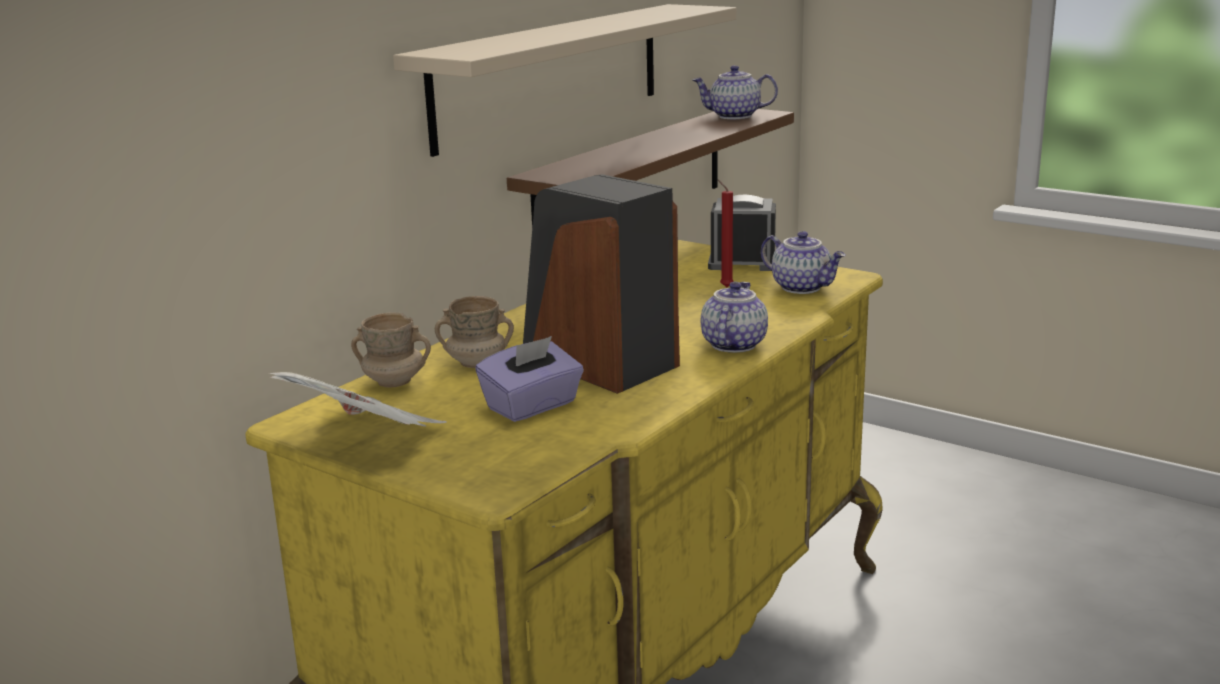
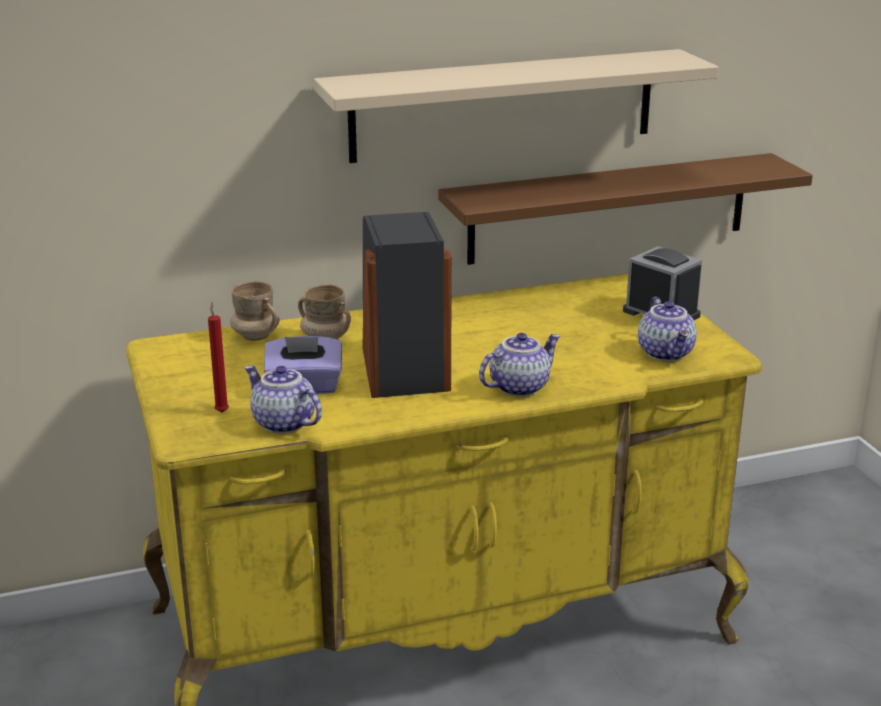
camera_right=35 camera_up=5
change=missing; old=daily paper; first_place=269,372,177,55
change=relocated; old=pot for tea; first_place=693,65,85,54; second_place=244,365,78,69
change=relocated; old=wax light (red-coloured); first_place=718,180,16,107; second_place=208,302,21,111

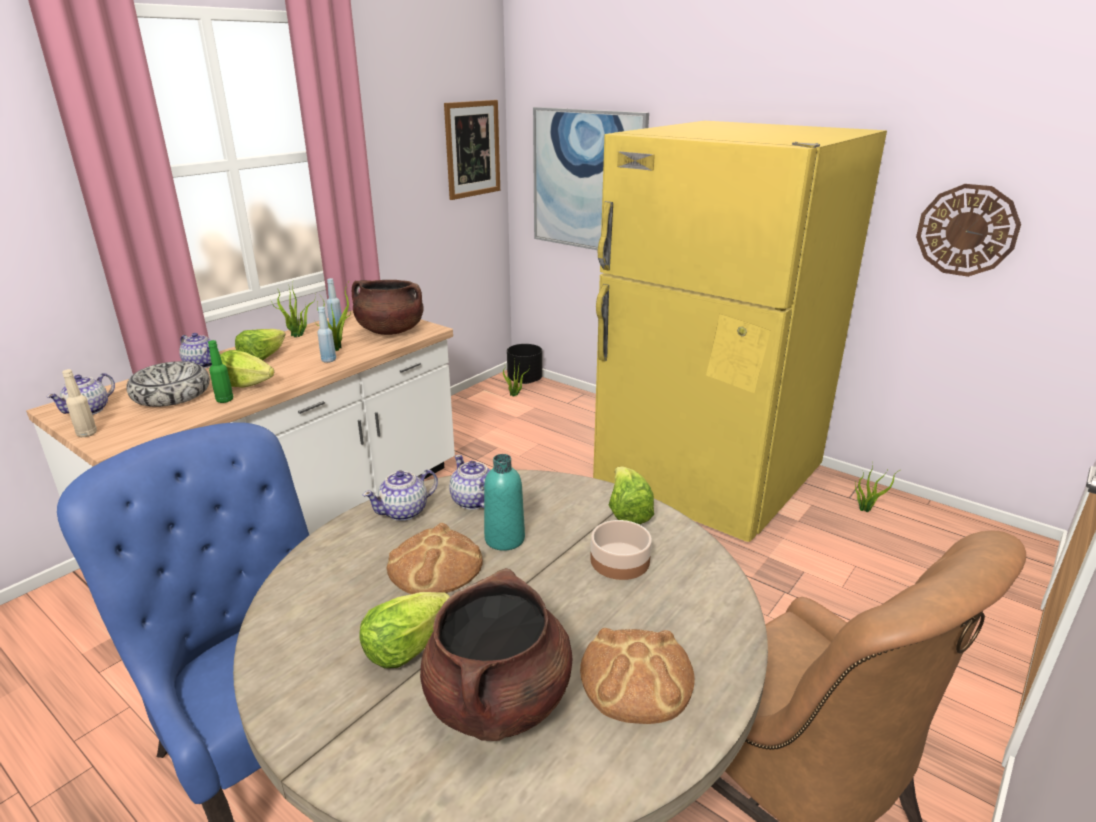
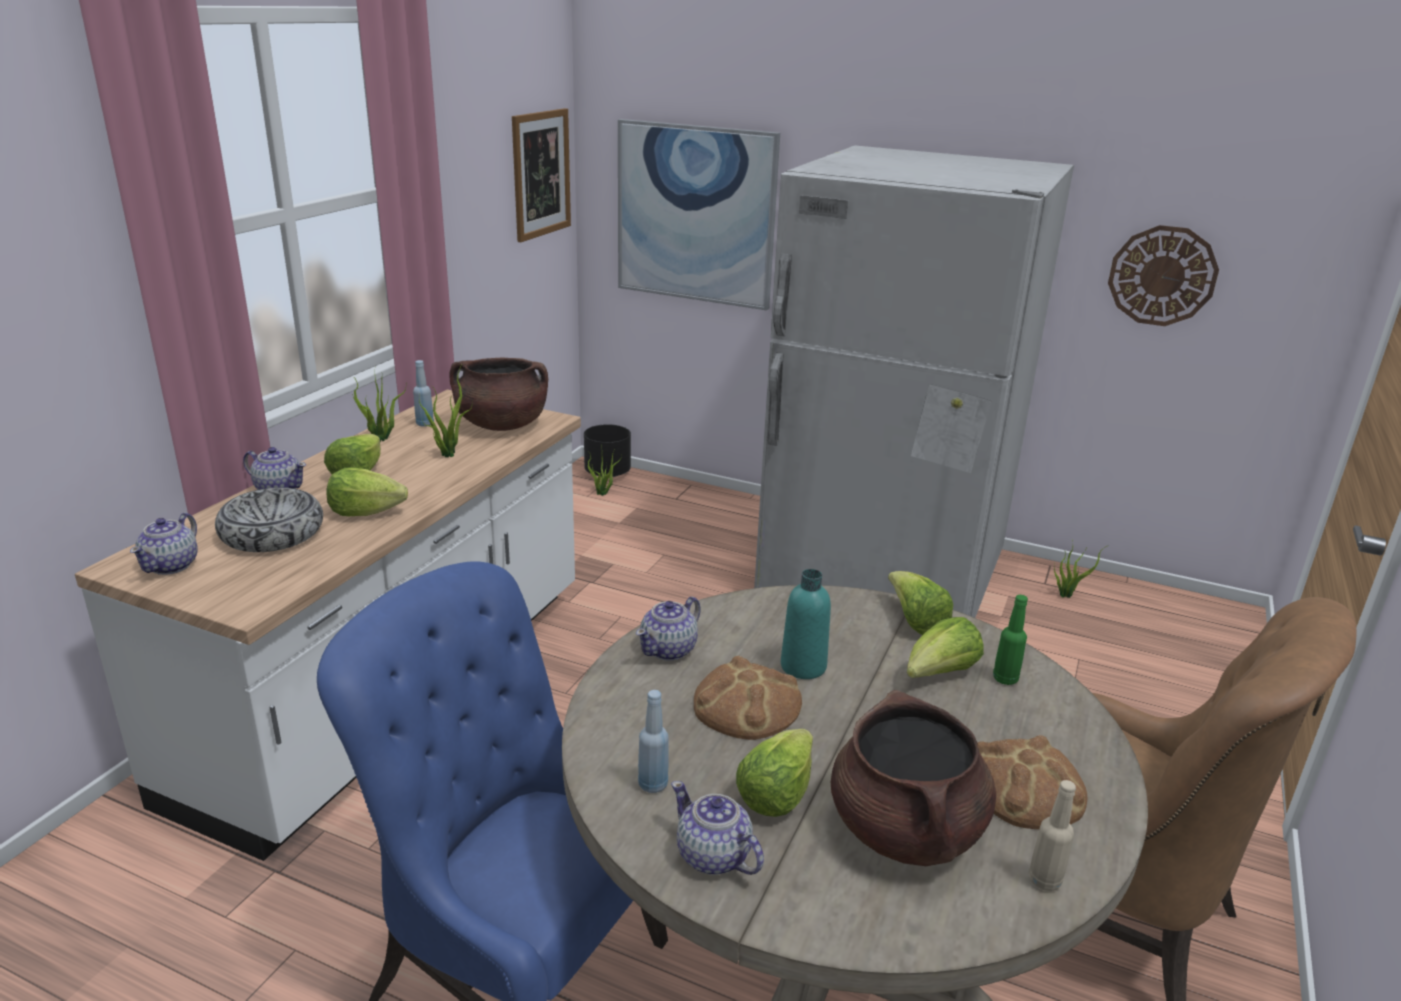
camera_right=-15 camera_up=0
change=relocated; old=drink bottle (beige-coloured); first_place=62,369,35,68; second_place=1028,780,48,111
change=relocated; old=drink bottle (green-coloured); first_place=208,340,25,63; second_place=993,595,35,90
change=relocated; old=drink bottle (bluish); first_place=317,307,19,56; second_place=638,690,31,103
change=relocated; old=pot for tea; first_place=449,455,41,55; second_place=671,781,93,94
change=exchanged; old=bowl; new=head of lettuce; first_place=590,520,62,60; second_place=907,617,77,61
change=colour; old=fridge (yellow); new=fridge (whitish); first_place=593,121,294,421; second_place=754,145,320,473

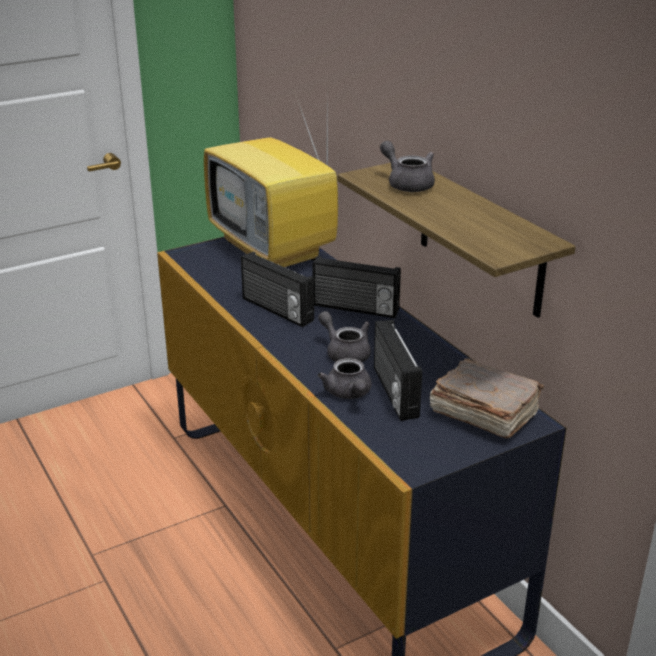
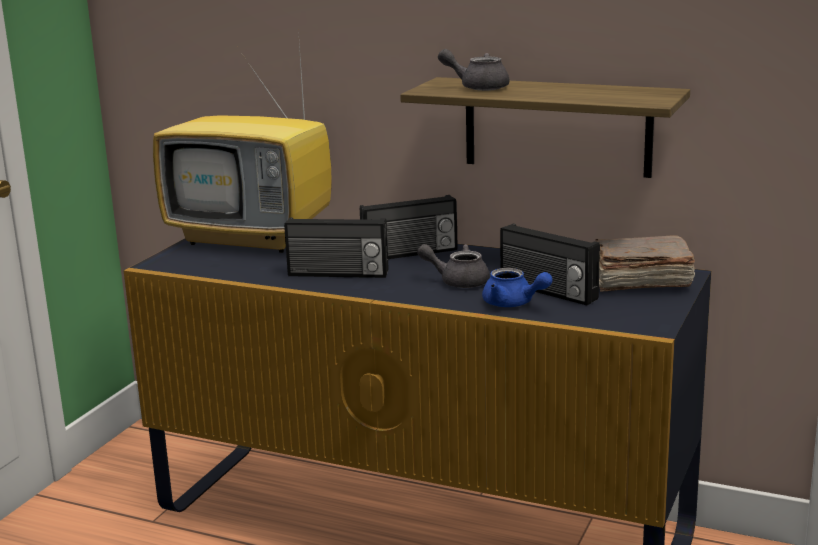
camera_right=-35 camera_up=-10
change=colour; old=pot for tea (greyish); new=pot for tea (bluish); first_place=318,358,54,41; second_place=482,268,71,39

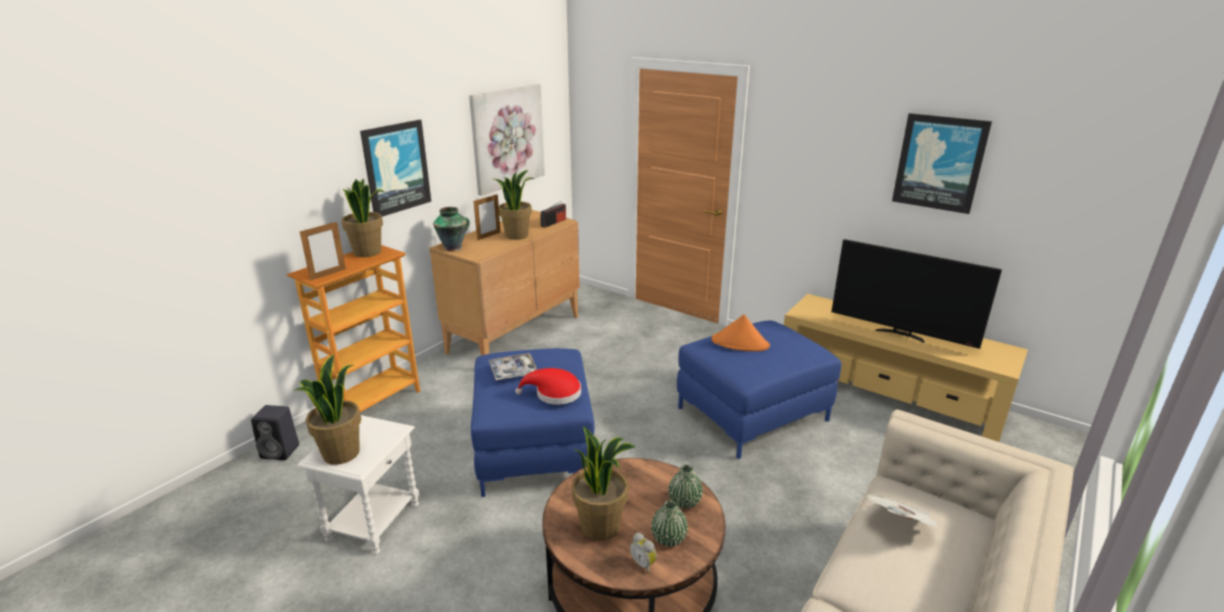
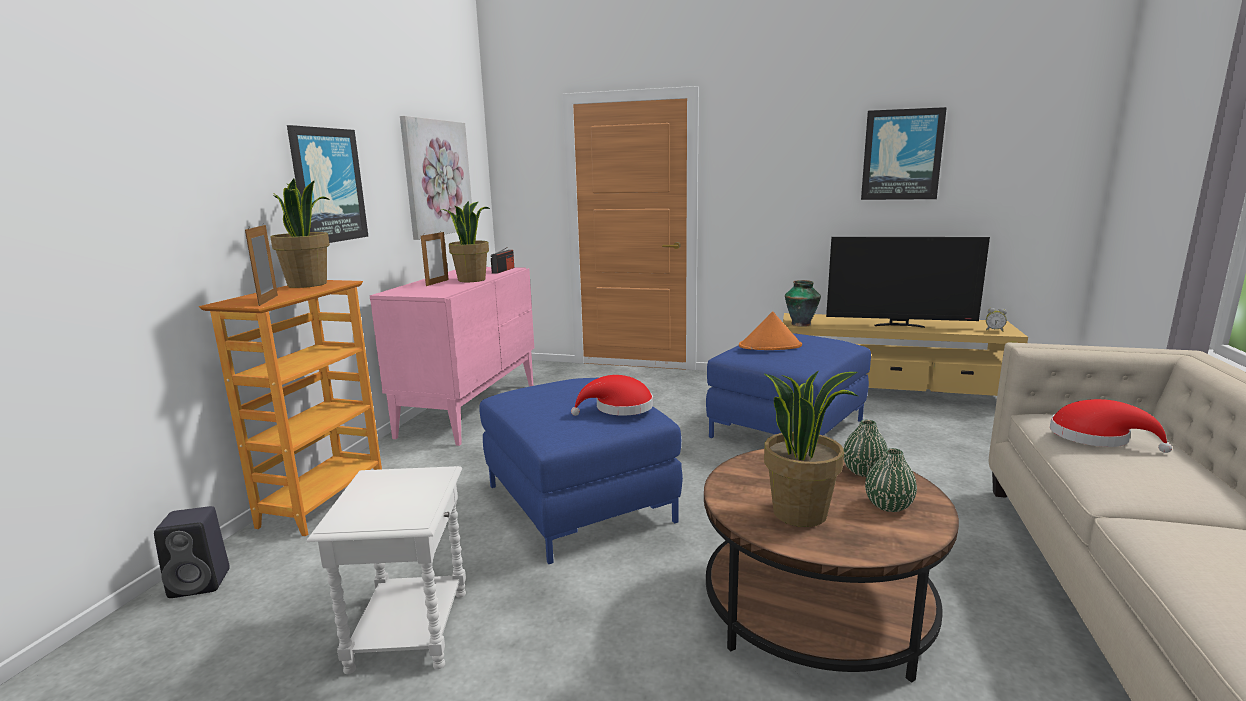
camera_right=-20 camera_up=-10
change=missing; old=houseplant; first_place=295,355,66,110
change=missing; old=tray; first_place=489,353,48,27
change=relocated; old=flower vase; first_place=433,207,37,45; second_place=785,280,36,47
change=relocated; old=alarm clock; first_place=630,533,27,40; second_place=986,308,21,24
change=exchanged; old=daily paper; new=wearable hat (red-coloured); first_place=867,494,74,34; second_place=1050,399,122,54
change=colour; old=cabinet (brownish); new=cabinet (pink); first_place=429,210,151,146; second_place=370,267,164,179
change=spun; old=picture frame; first_place=300,221,46,60; second_place=245,223,33,83; degrees=150

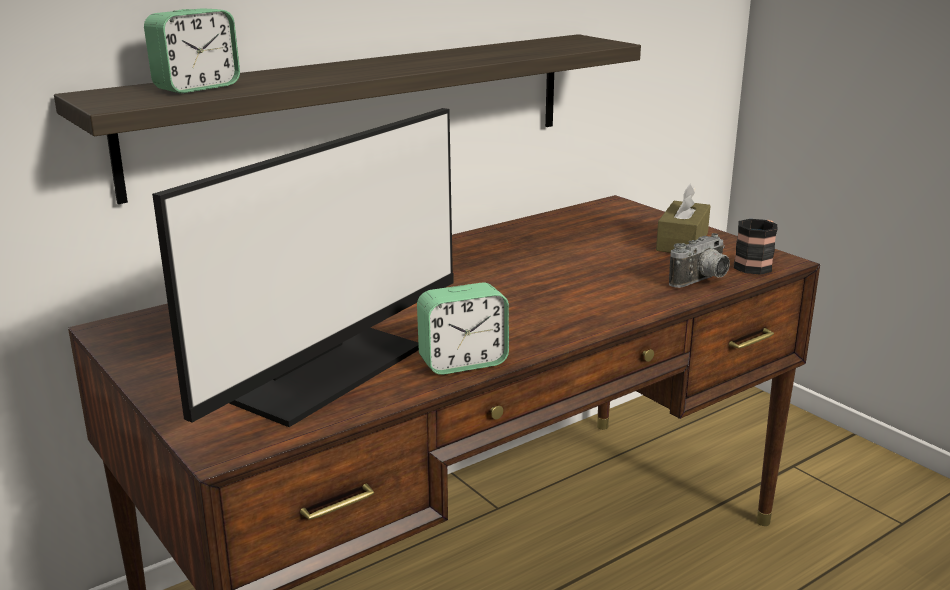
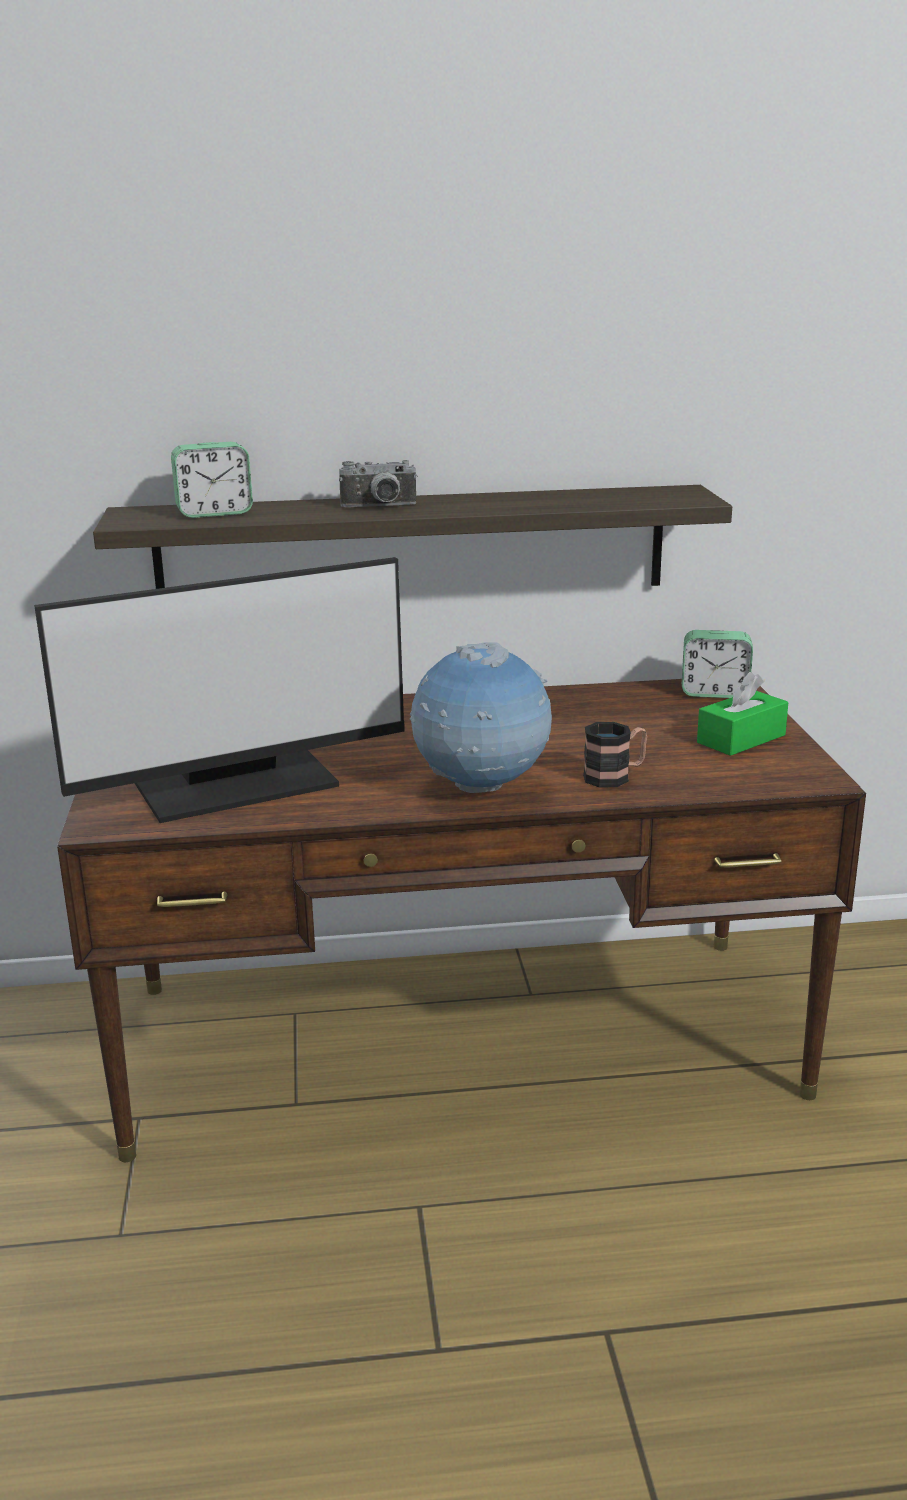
camera_right=30 camera_up=0
change=appeared; new=globe; second_place=410,642,142,151
change=relocated; old=alarm clock; first_place=417,282,92,93; second_place=682,630,71,68
change=relocated; old=photo camera; first_place=669,233,61,55; second_place=339,460,79,47
change=relocated; old=tea mug; first_place=734,219,43,56; second_place=583,722,64,66
change=colour; old=box of tissues (brownish); new=box of tissues (green-coloured); first_place=656,183,55,70; second_place=697,672,91,84

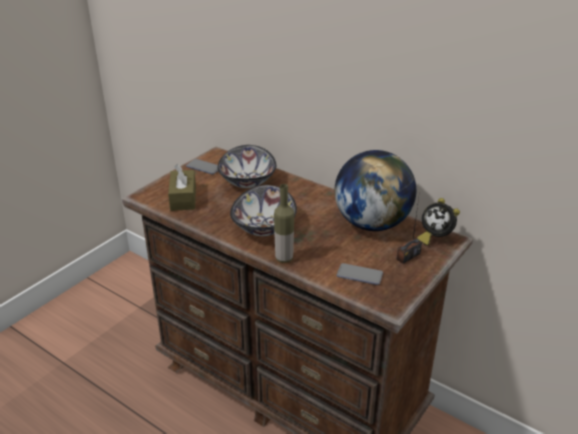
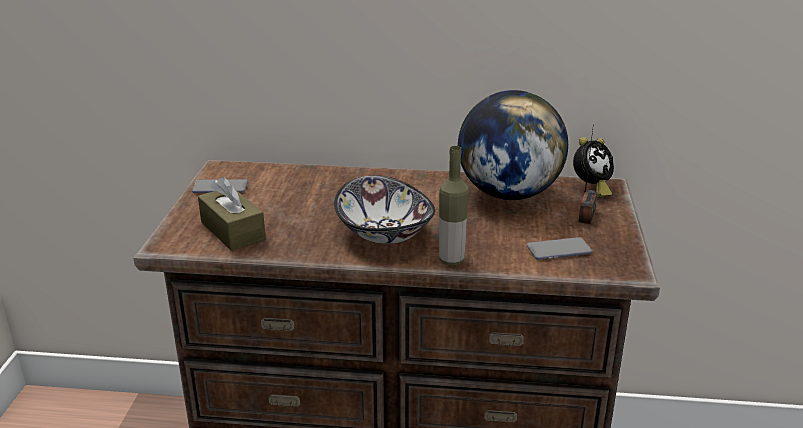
camera_right=-30 camera_up=-5
change=missing; old=bowl; first_place=217,145,59,43
change=spun; old=alarm clock; first_place=417,198,43,48; second_place=573,137,41,60; degrees=-45

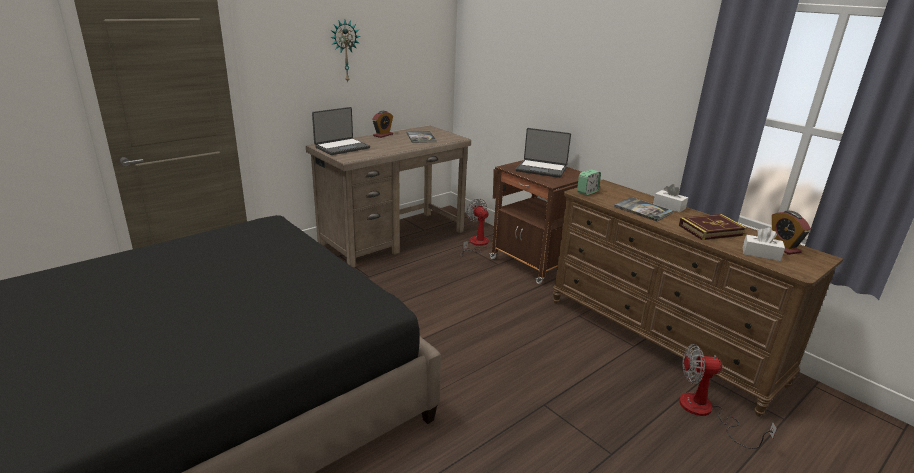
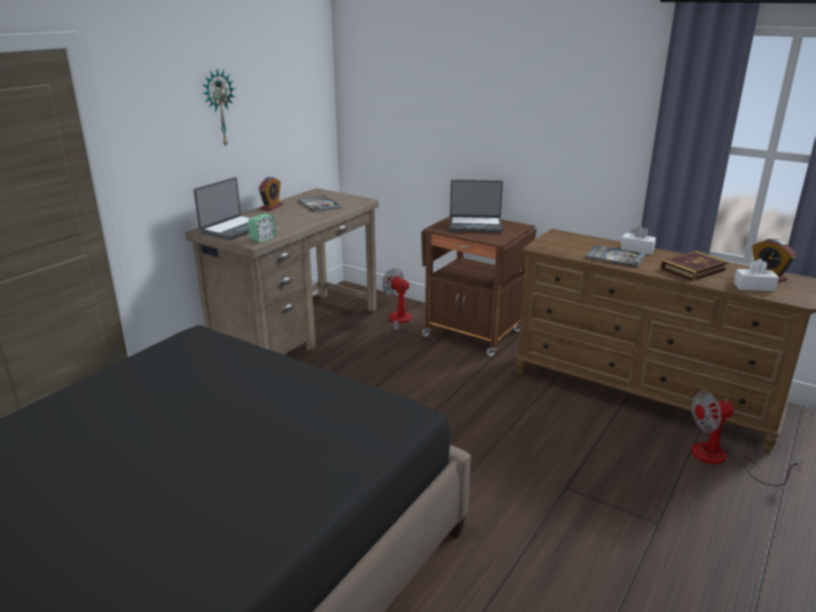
camera_right=-15 camera_up=0
change=relocated; old=alarm clock; first_place=577,169,24,26; second_place=248,214,28,29

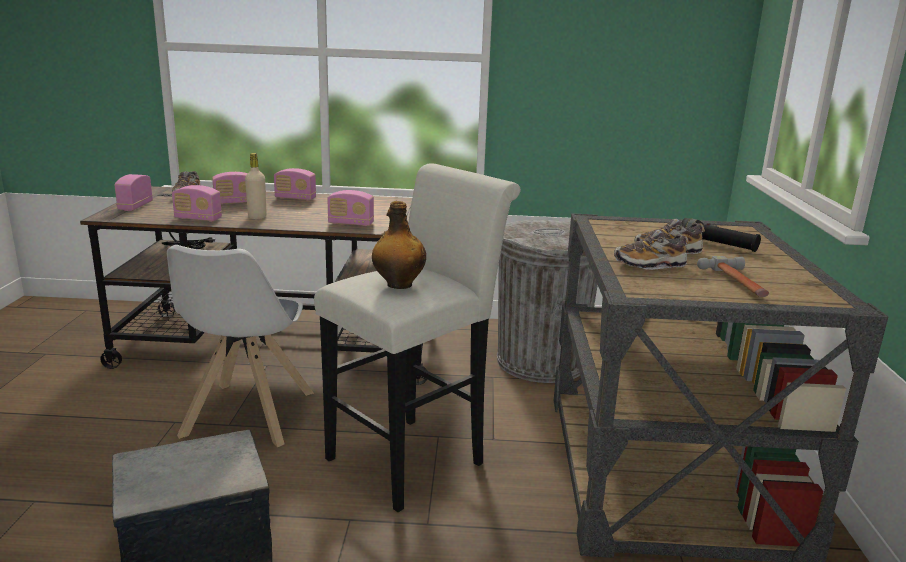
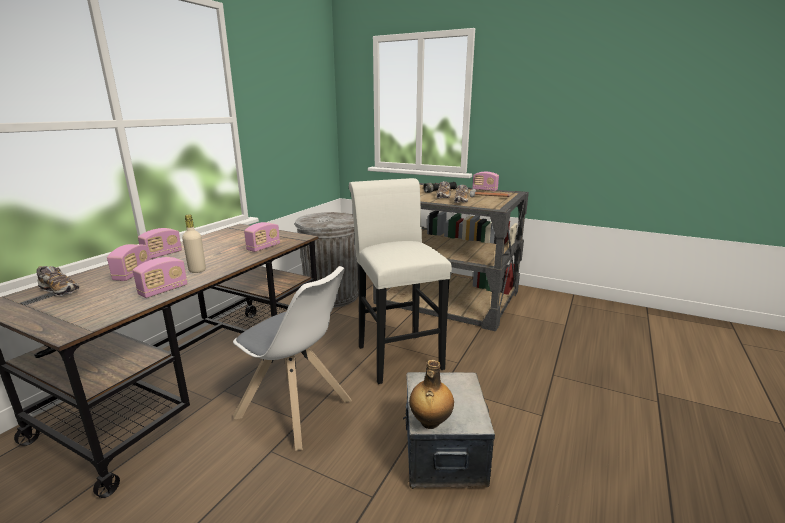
camera_right=-65 camera_up=0
change=relocated; old=radio set; first_place=114,174,39,37; second_place=473,172,26,19
change=relocated; old=drink bottle; first_place=372,201,54,88; second_place=409,360,45,69

